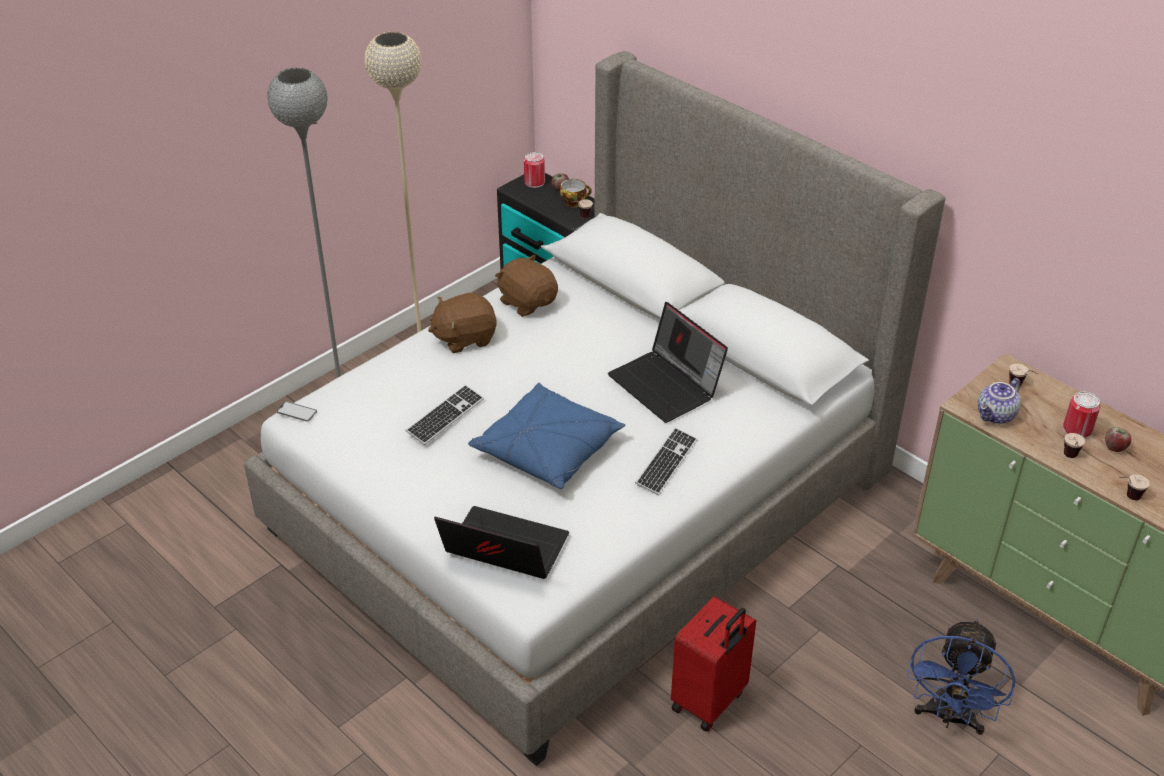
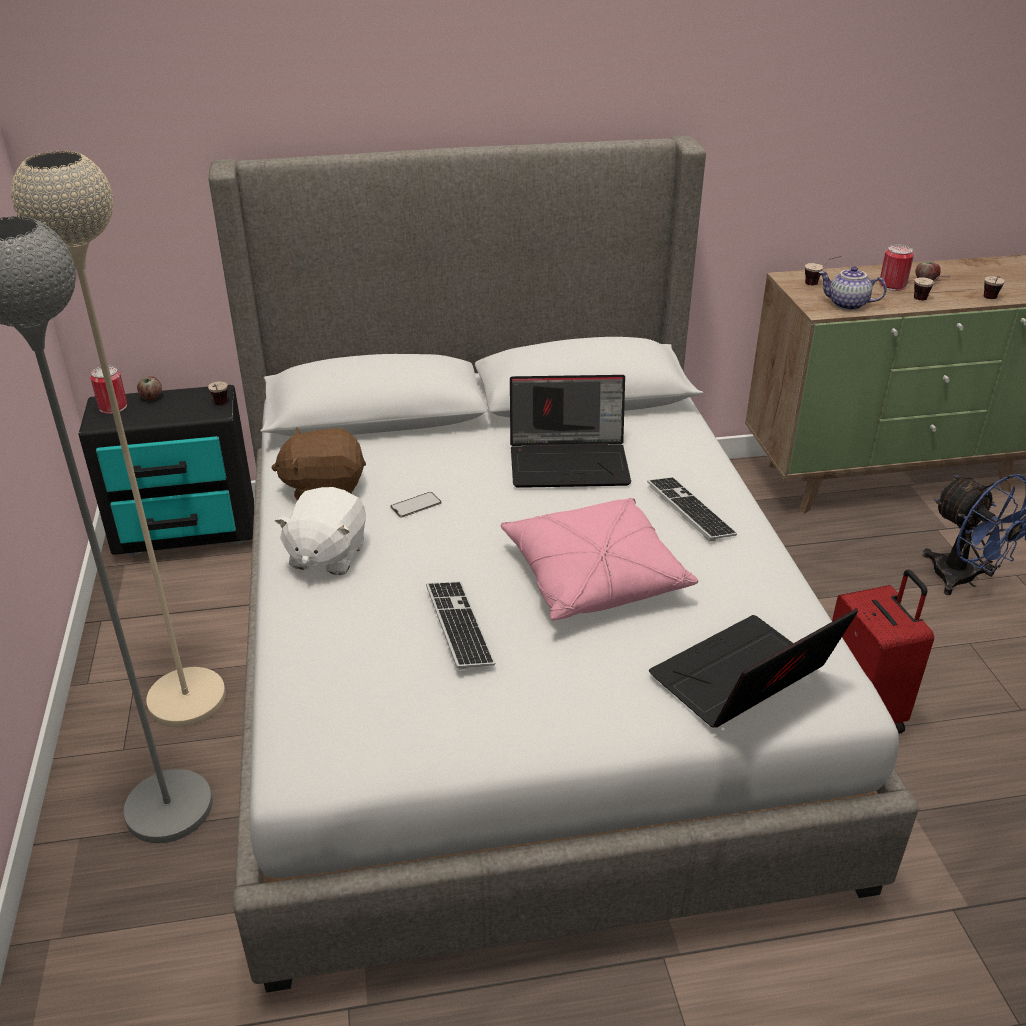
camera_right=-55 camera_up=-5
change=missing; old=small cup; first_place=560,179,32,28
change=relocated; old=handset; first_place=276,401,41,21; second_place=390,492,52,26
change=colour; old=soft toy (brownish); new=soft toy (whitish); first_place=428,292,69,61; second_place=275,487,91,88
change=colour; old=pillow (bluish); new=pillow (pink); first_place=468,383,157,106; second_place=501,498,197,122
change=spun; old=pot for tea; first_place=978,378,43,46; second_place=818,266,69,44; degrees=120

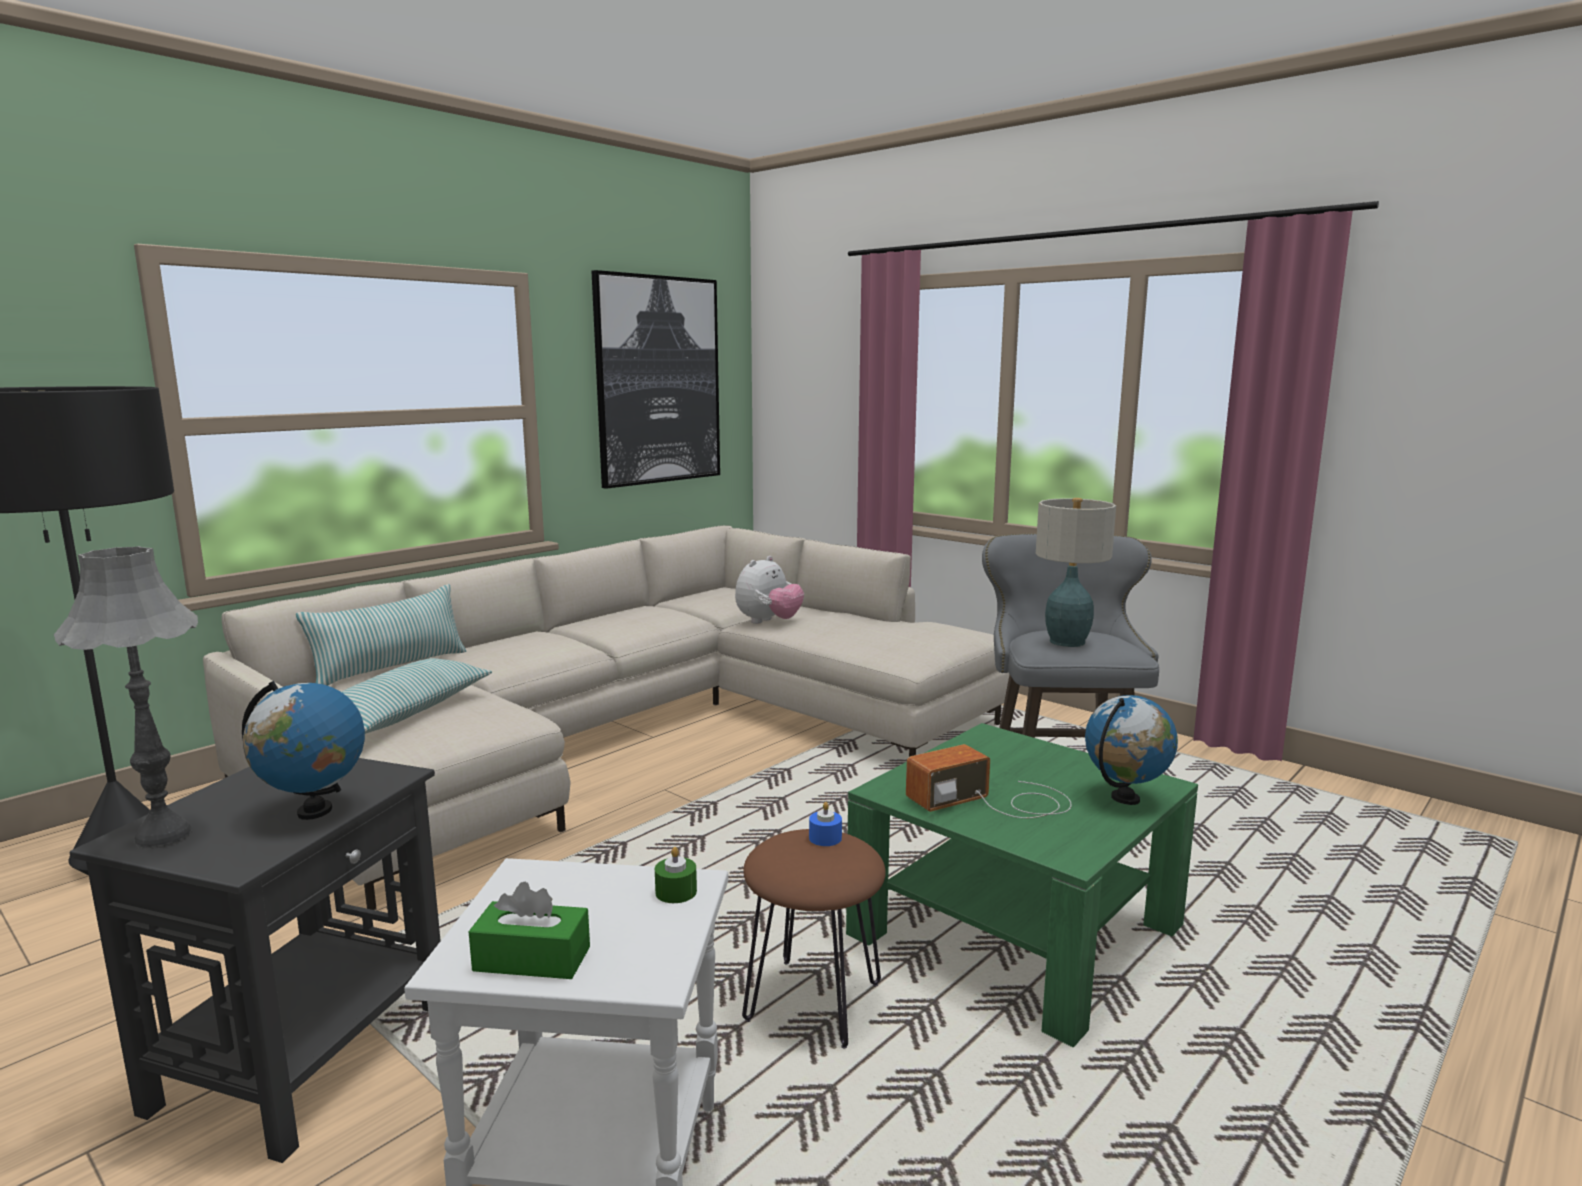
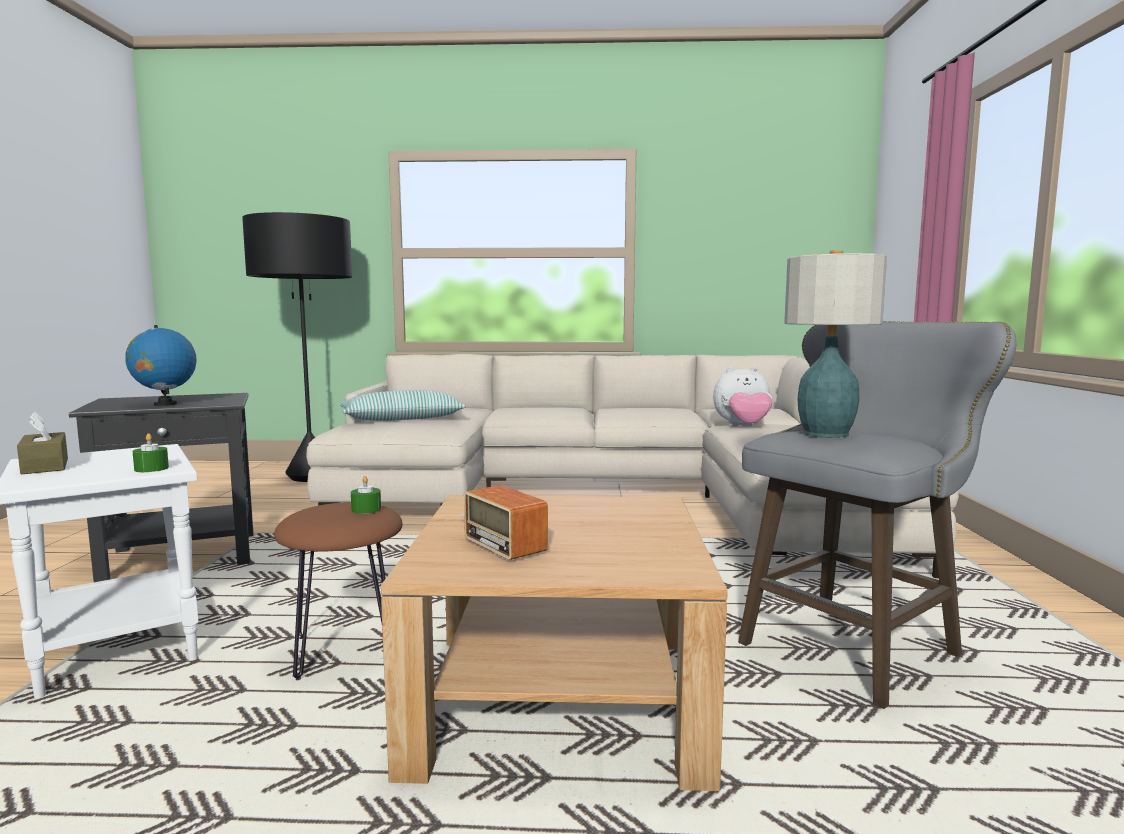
camera_right=50 camera_up=-5
change=missing; old=lamp for a table (greyish); first_place=54,546,144,303
change=missing; old=pillow; first_place=296,584,171,102
change=missing; old=wall art; first_place=591,270,129,219
change=missing; old=globe; first_place=1085,695,93,110
change=colour; old=box of tissues (green-coloured); new=box of tissues (brownish); first_place=468,882,122,97; second_place=17,411,51,64
change=colour; old=wax light (bluish); new=wax light (green-coloured); first_place=809,802,33,44; second_place=351,476,30,38
change=colour; old=lounge table (green-coloured); new=lounge table (brownish); first_place=846,723,352,324; second_place=381,495,347,296
change=spun; old=radio set; first_place=906,744,166,74; second_place=461,485,87,75; degrees=-150

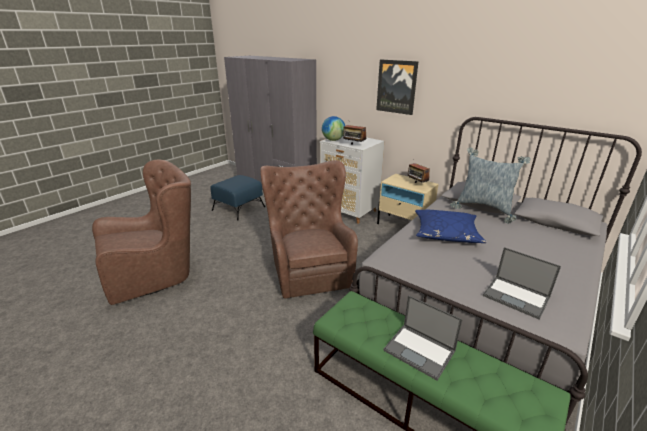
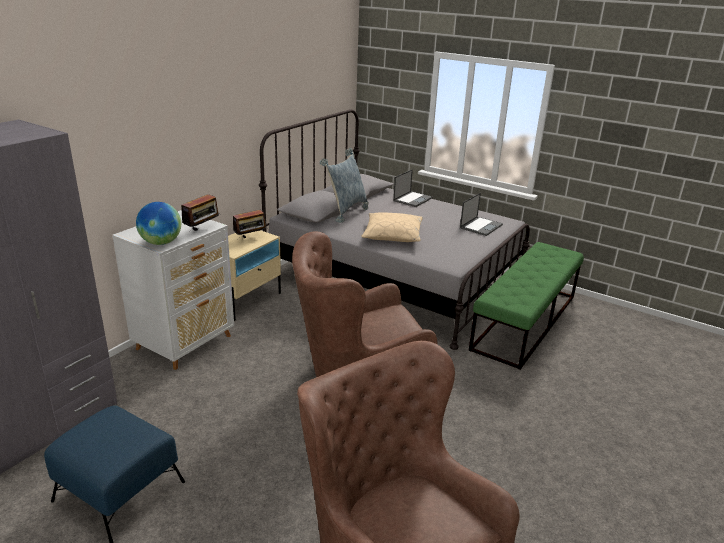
camera_right=-95 camera_up=0
change=missing; old=wall art; first_place=376,59,43,56
change=relocated; old=laptop; first_place=383,295,80,86; second_place=393,169,40,38
change=colour; old=pillow (bluish); new=pillow (beige-coloured); first_place=415,210,72,33; second_place=361,212,62,30

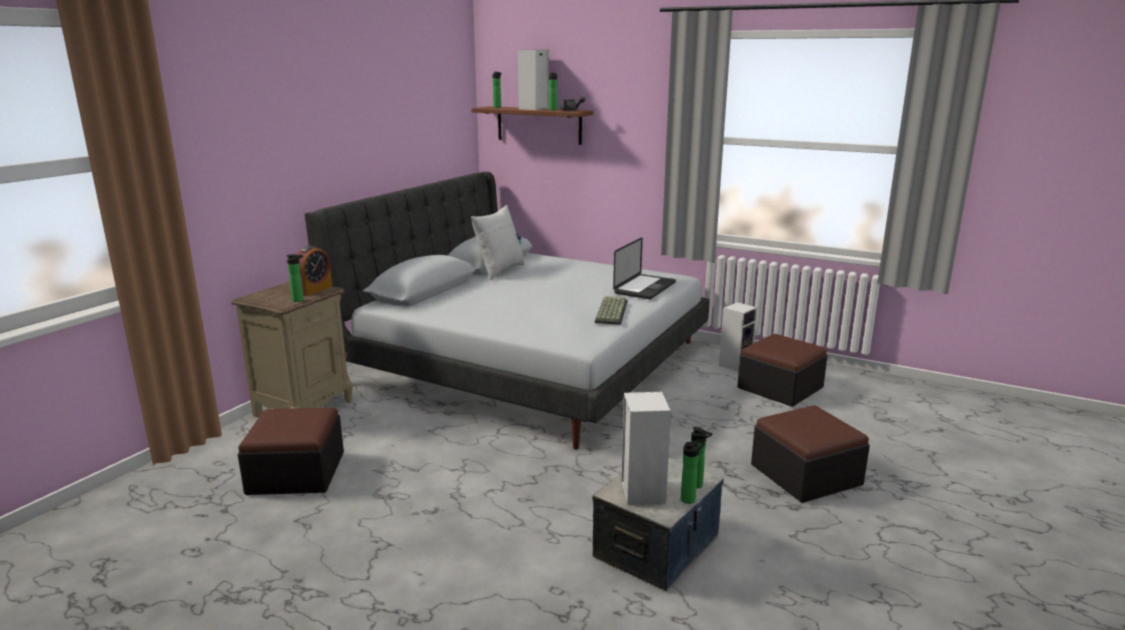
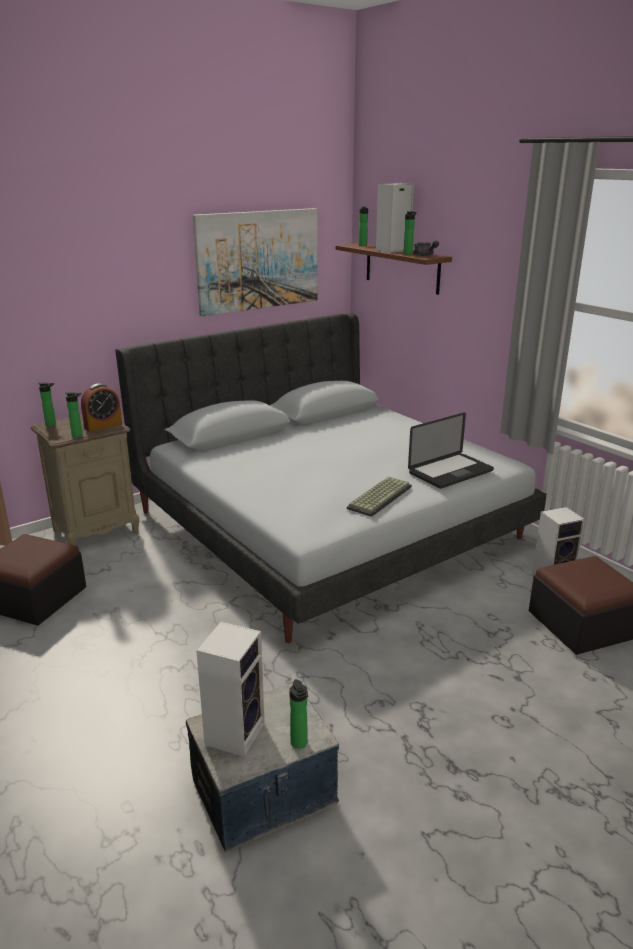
camera_right=25 camera_up=5
change=missing; old=pillow (greyish); first_place=471,205,53,75
change=missing; old=ottoman; first_place=751,405,119,98
change=appeared; new=wall art; second_place=193,208,124,108
change=relocated; old=drink bottle; first_place=681,439,24,65; second_place=38,382,18,44

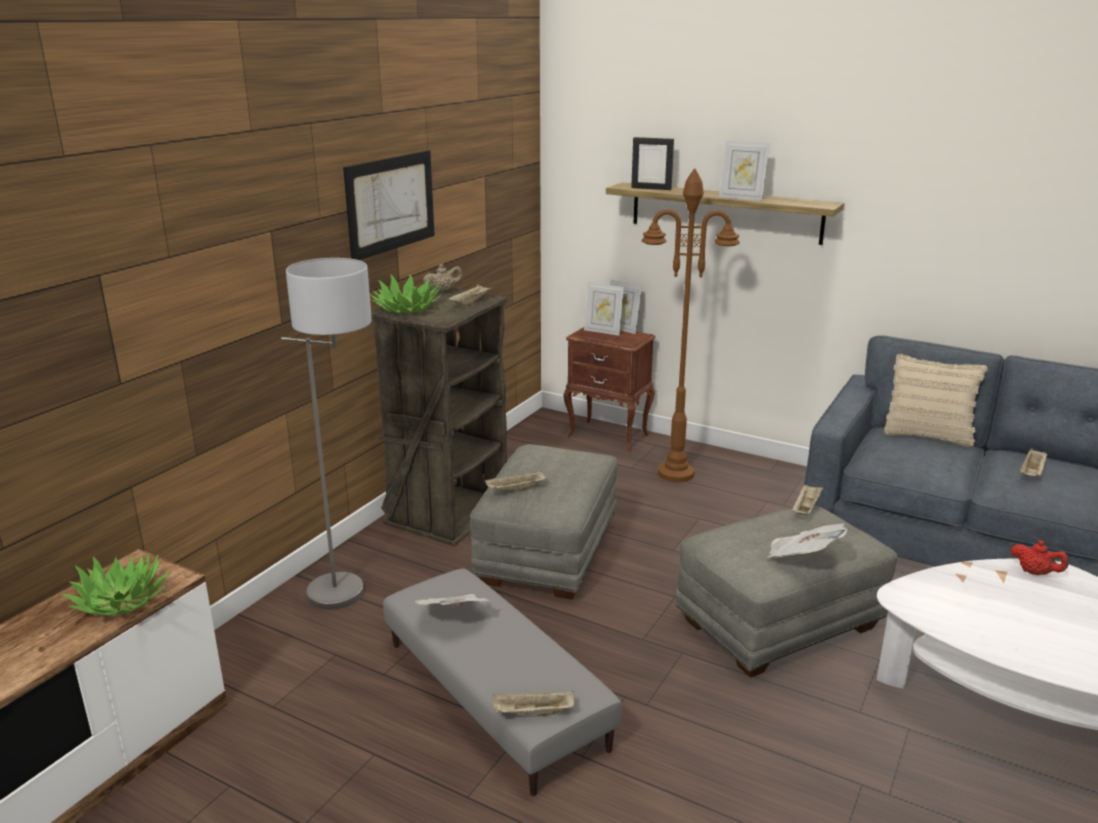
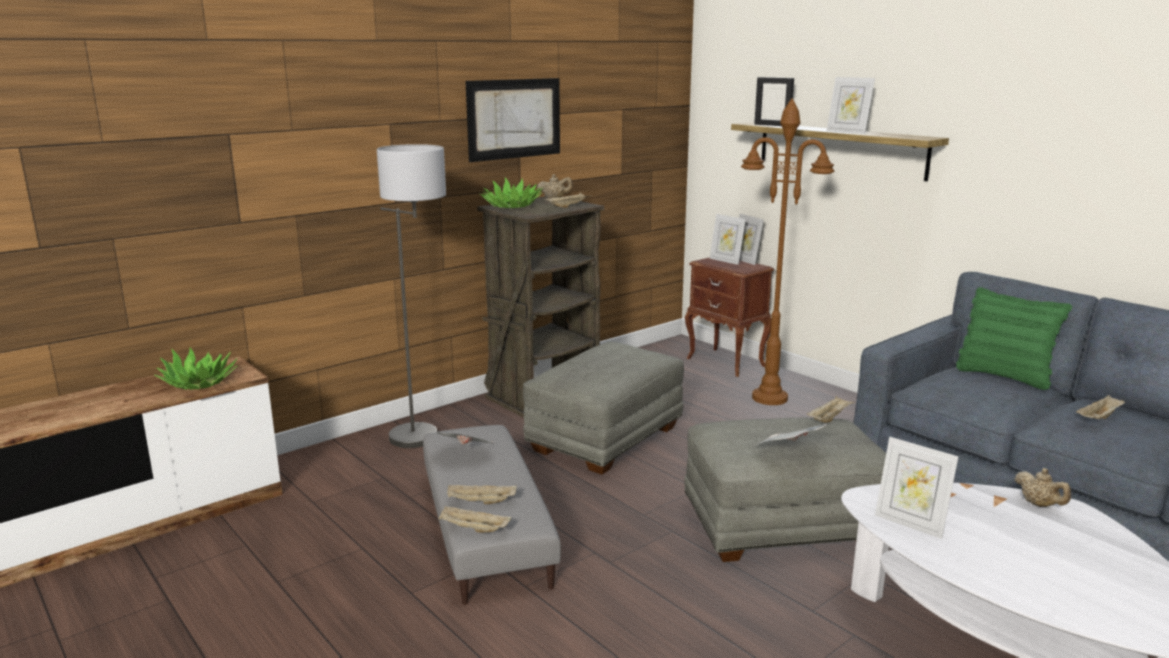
camera_right=20 camera_up=-5
change=appeared; new=picture frame; second_place=875,437,84,102
change=relocated; old=tray (beige-coloured); first_place=485,471,61,20; second_place=447,485,70,19
change=colour; old=pillow (beige-coloured); new=pillow (green-coloured); first_place=884,354,104,93; second_place=956,287,116,103
change=colour; old=pot for tea (red-coloured); new=pot for tea (beige-coloured); first_place=1011,540,57,35; second_place=1014,468,57,39

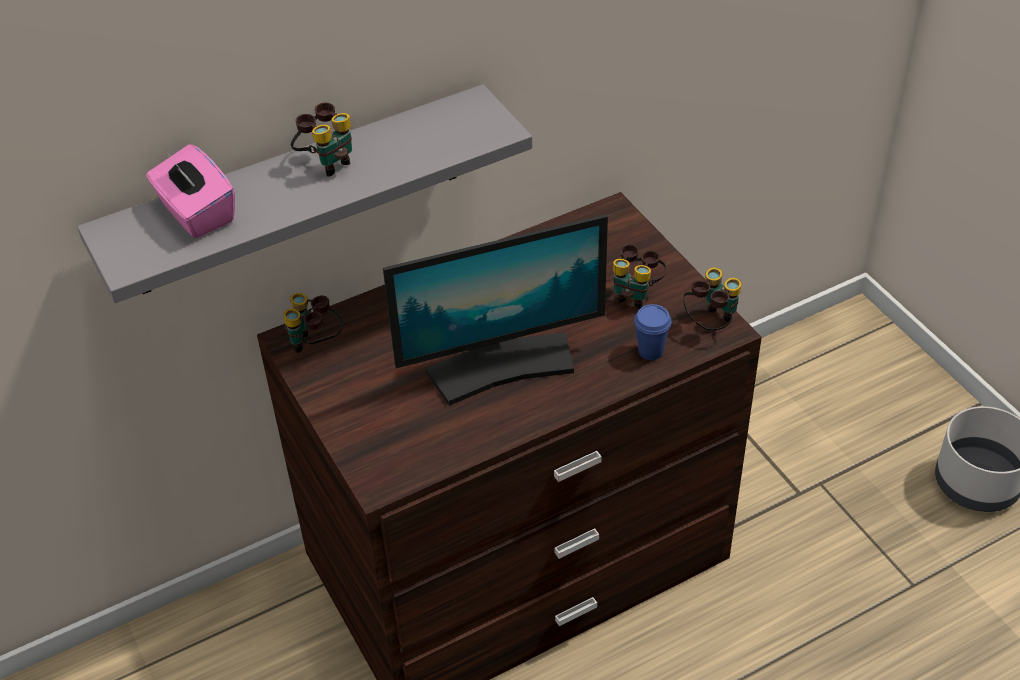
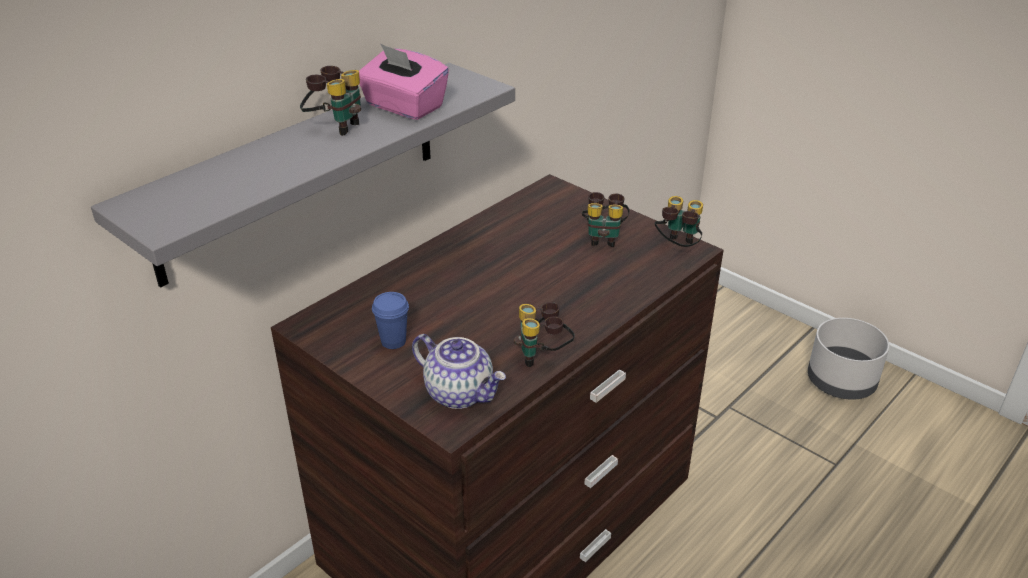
camera_right=-20 camera_up=-10
change=missing; old=monitor; first_place=383,215,225,191
change=appeared; new=pot for tea; second_place=412,334,94,75
change=relocated; old=box of tissues (pink); first_place=146,144,89,94; second_place=359,43,90,77
change=relocated; old=field glasses; first_place=283,293,61,60; second_place=514,302,61,65
change=relocated; old=small cup (bluish); first_place=634,304,37,56; second_place=372,292,37,57

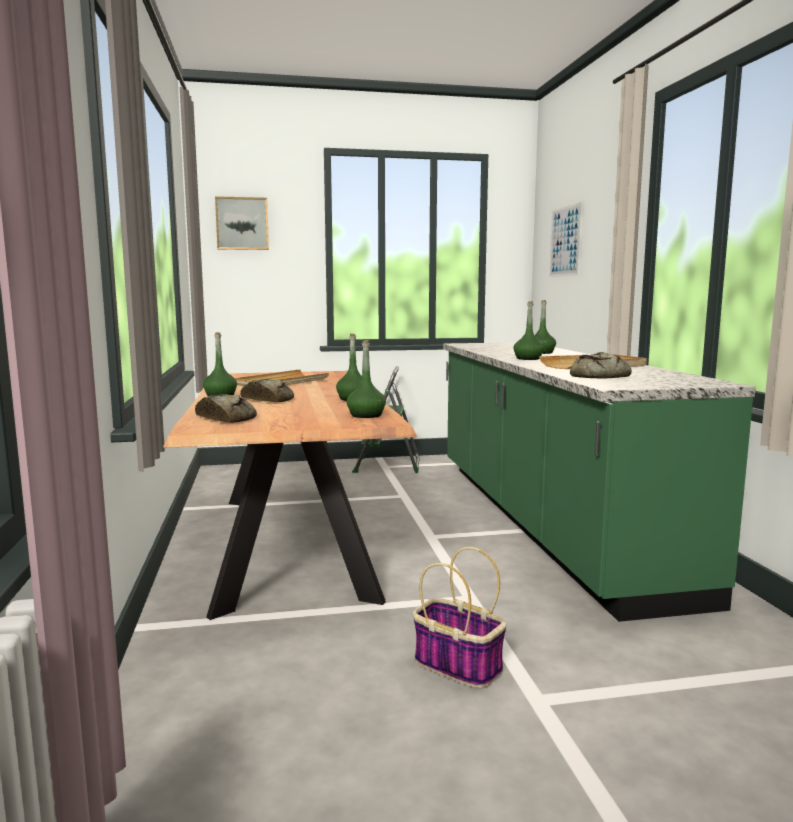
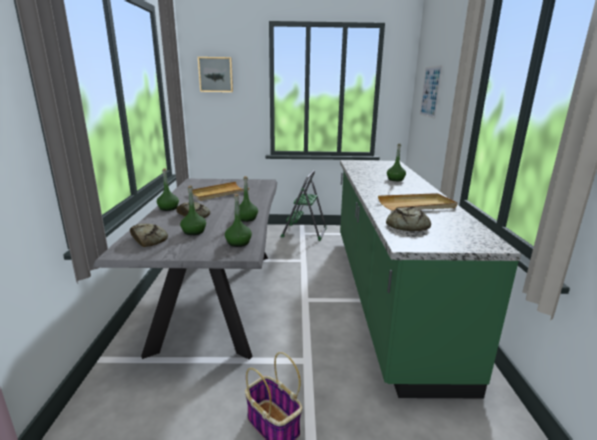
camera_right=10 camera_up=10
change=relocated; old=drink bottle (green-coloured); first_place=514,301,30,59; second_place=180,185,26,50
change=colour; old=dinner table (brownish); new=dinner table (greyish); first_place=163,371,254,249; second_place=93,179,184,181

